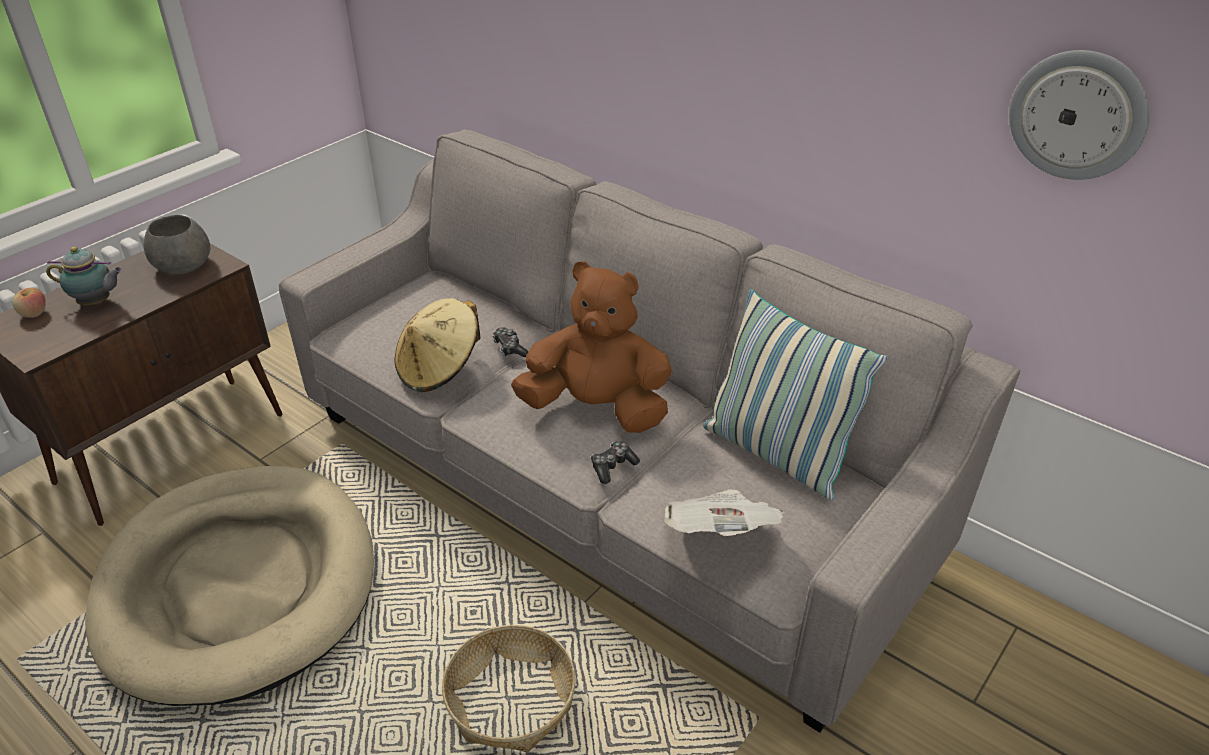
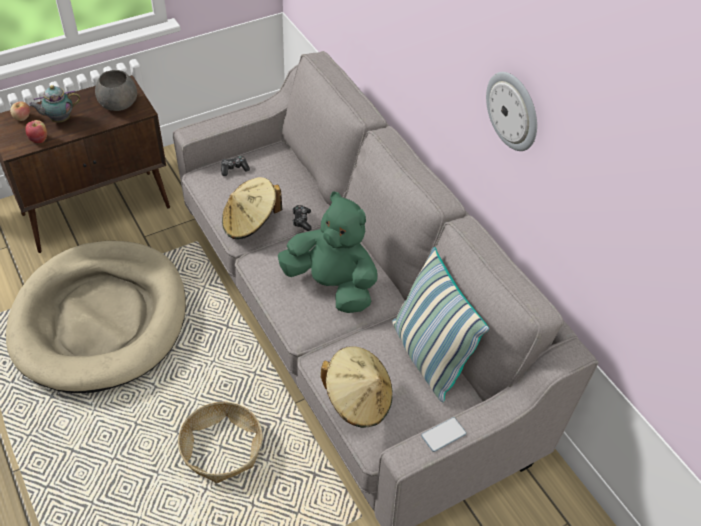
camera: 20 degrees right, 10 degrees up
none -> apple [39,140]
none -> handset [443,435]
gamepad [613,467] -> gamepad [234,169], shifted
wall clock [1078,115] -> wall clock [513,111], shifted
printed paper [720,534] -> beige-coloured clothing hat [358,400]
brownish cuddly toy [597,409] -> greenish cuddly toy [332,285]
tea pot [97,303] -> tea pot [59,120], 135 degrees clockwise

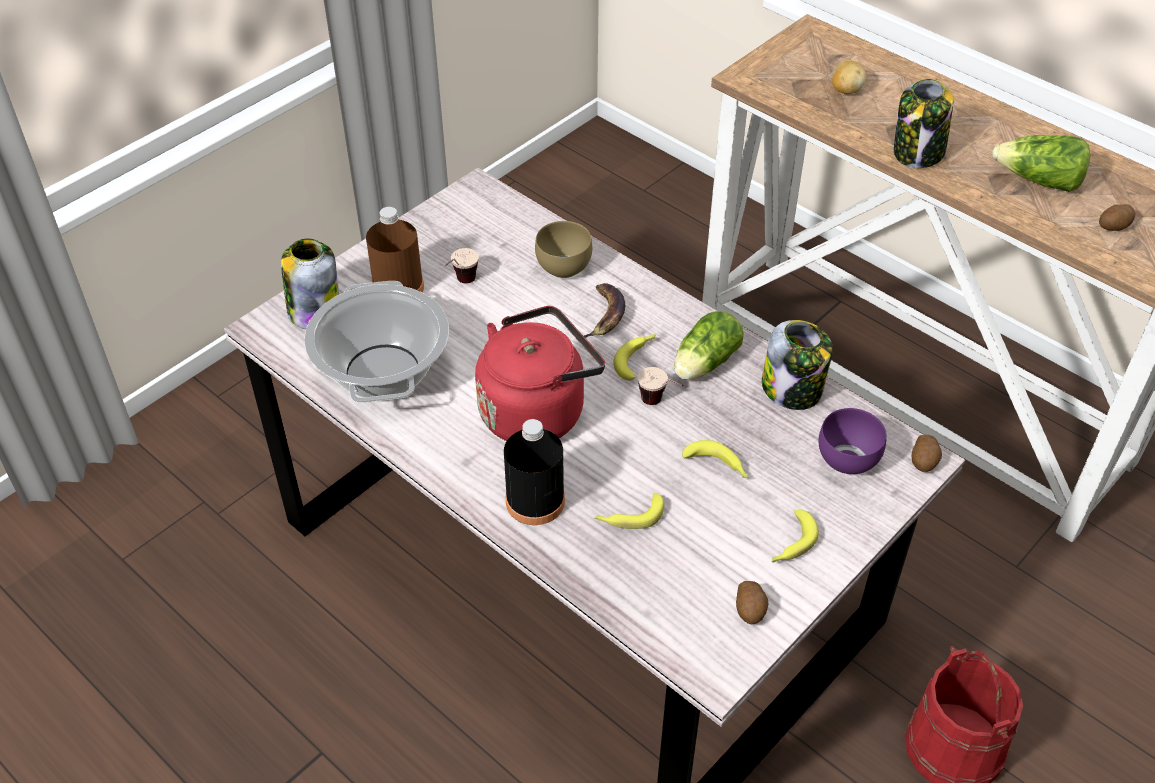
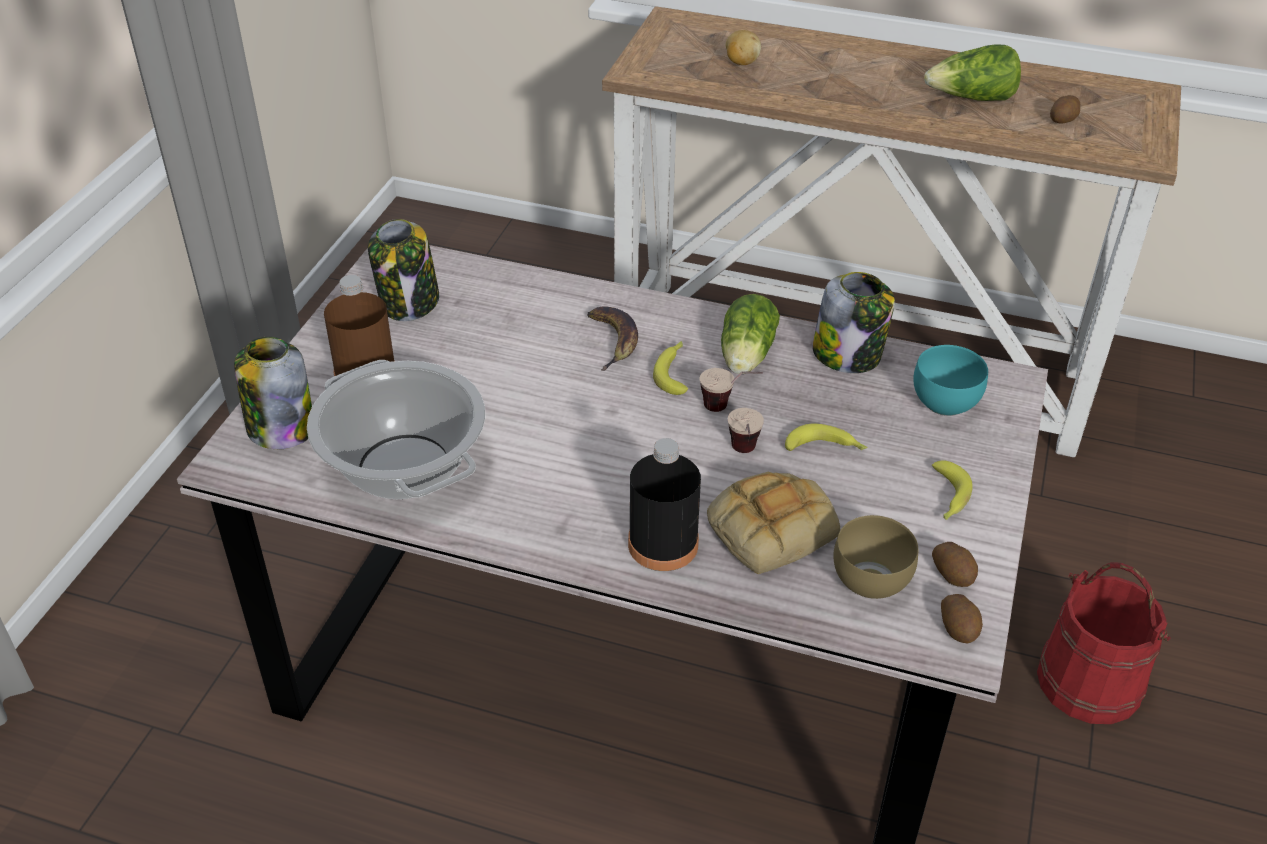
camera: 25 degrees left, 5 degrees down
reddish tea kettle [537,410] -> none
cup [460,284] -> cup [744,455], shifted
brownish serving bowl [563,266] -> brownish serving bowl [868,579], shifted
preserve jar [918,153] -> preserve jar [409,303], shifted
spud [924,461] -> spud [959,628], shifted
whole banana [629,517] -> bread [772,526]
purple serving bowl [846,462] -> turquoise serving bowl [945,405]

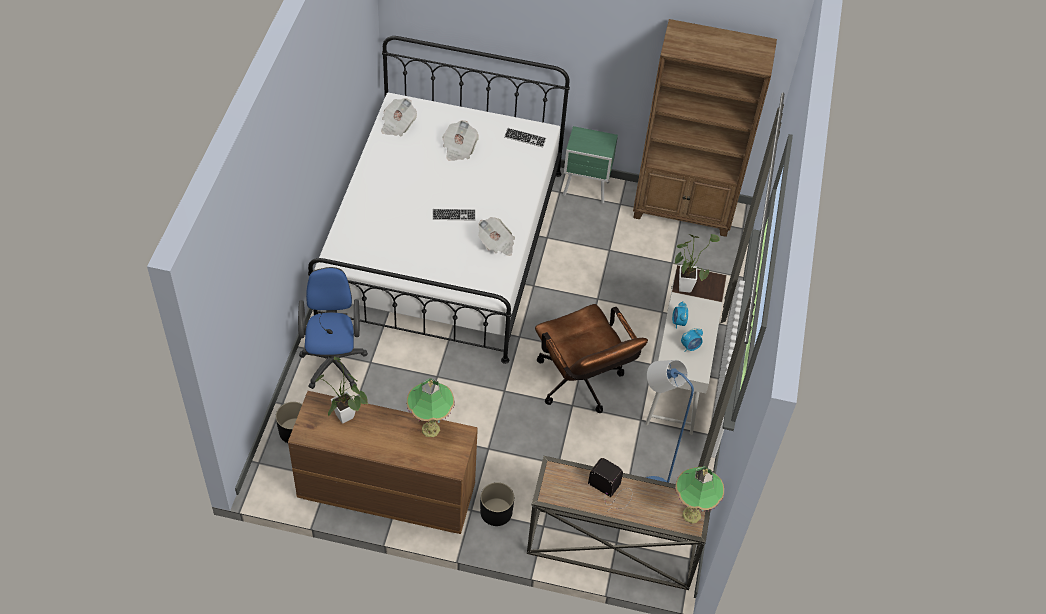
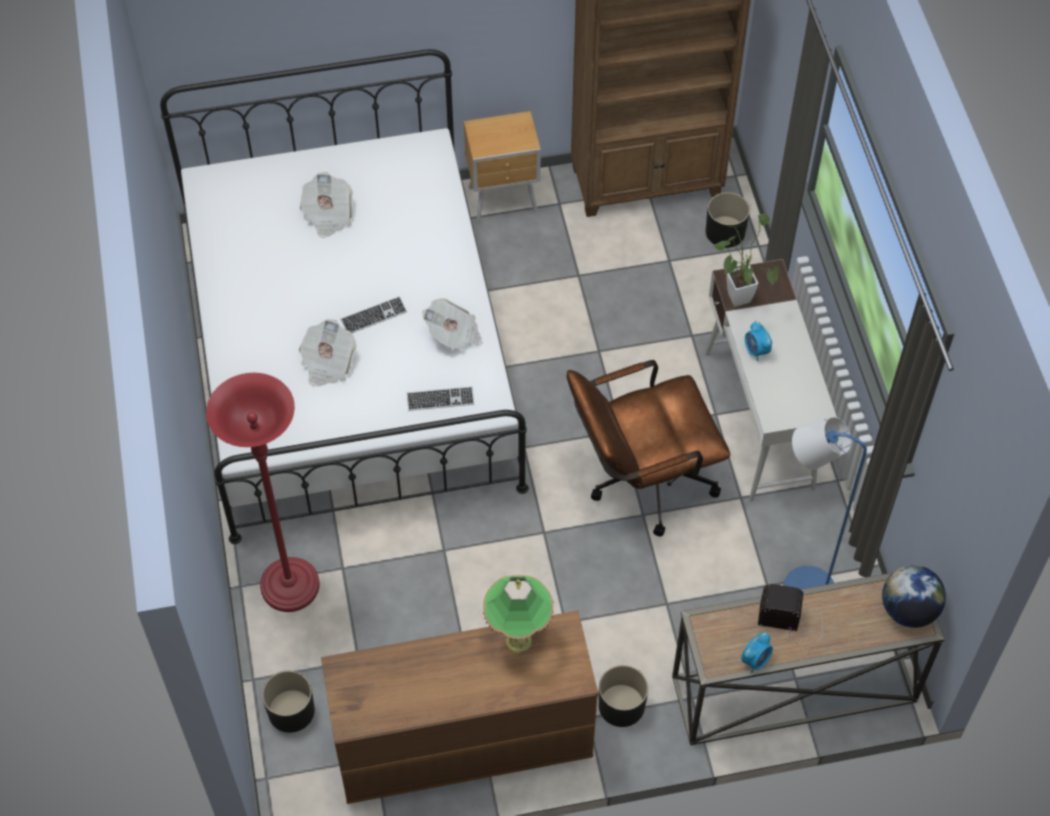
camera: 20 degrees left, 5 degrees up
houseplant [346,419] -> none
none -> black-coloured plant pot [725,231]
printed paper [397,125] -> printed paper [327,363], shifted
computer keyboard [525,138] -> computer keyboard [440,399], shifted
table clock [690,347] -> table clock [755,660], shifted
bluish desk chair [333,360] -> reddish standing lamp [290,586]
tabletop lamp [691,515] -> desk globe [908,610]
greenish nightstand [587,190] -> brownish nightstand [504,200]
brownish desk chair [582,385] -> brownish desk chair [641,482], 120 degrees clockwise

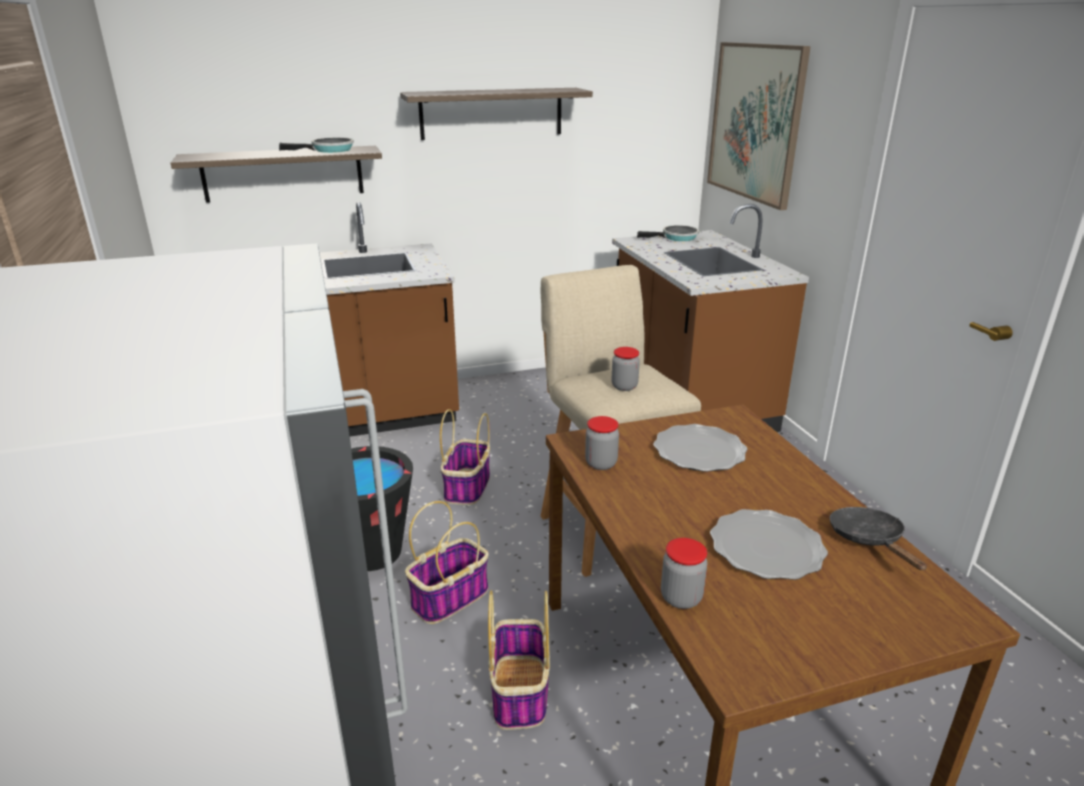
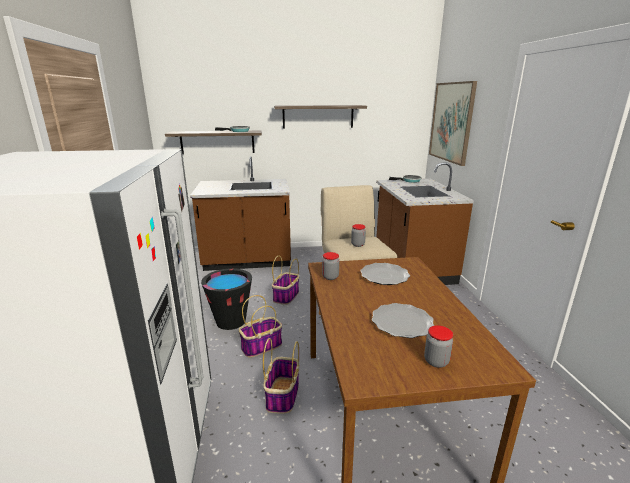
camera: 10 degrees right, 5 degrees down
black-coloured skillet [869,540] -> none
preserve jar [681,598] -> preserve jar [436,361], shifted

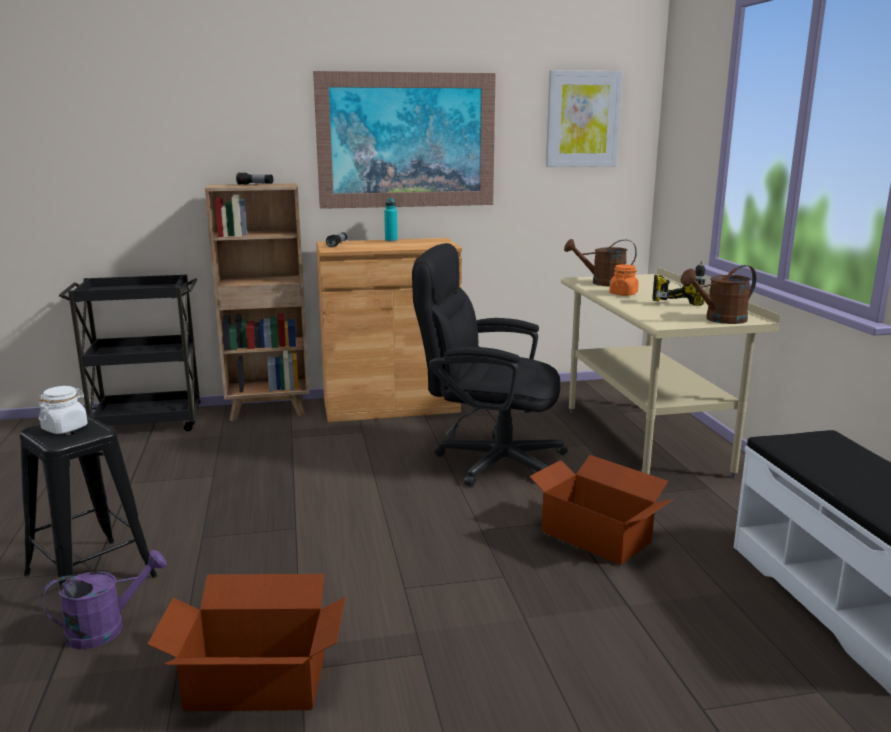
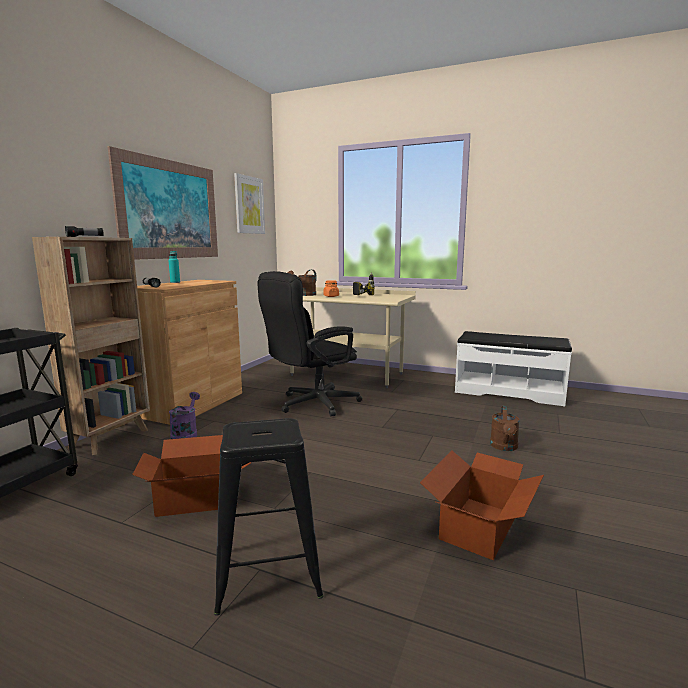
camera: 55 degrees left, 5 degrees down
white-coloured preserve jar [65,428] -> none
purple watering pot [106,628] -> purple watering pot [186,434], shifted
carton [595,536] -> carton [198,498], shifted
brownish watering pot [719,320] -> brownish watering pot [504,447], shifted

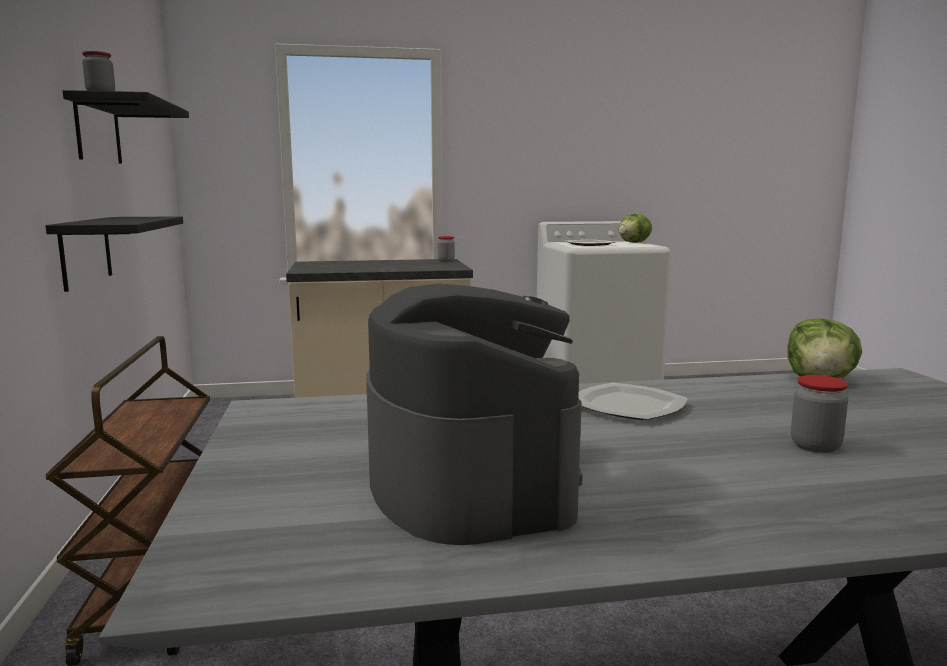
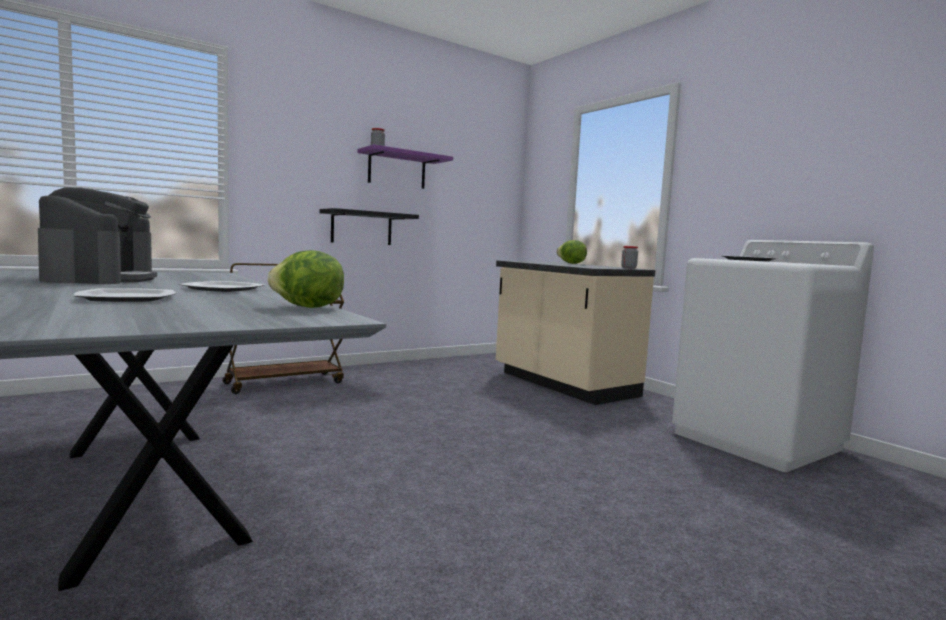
camera: 65 degrees right, 5 degrees down
head of lettuce [634,243] -> head of lettuce [571,263], shifted
preserve jar [815,446] -> dinner plate [126,298]
black-coloured shelf [98,131] -> purple shelf [397,170]
coffee machine [469,482] -> coffee machine [101,279], 60 degrees counterclockwise

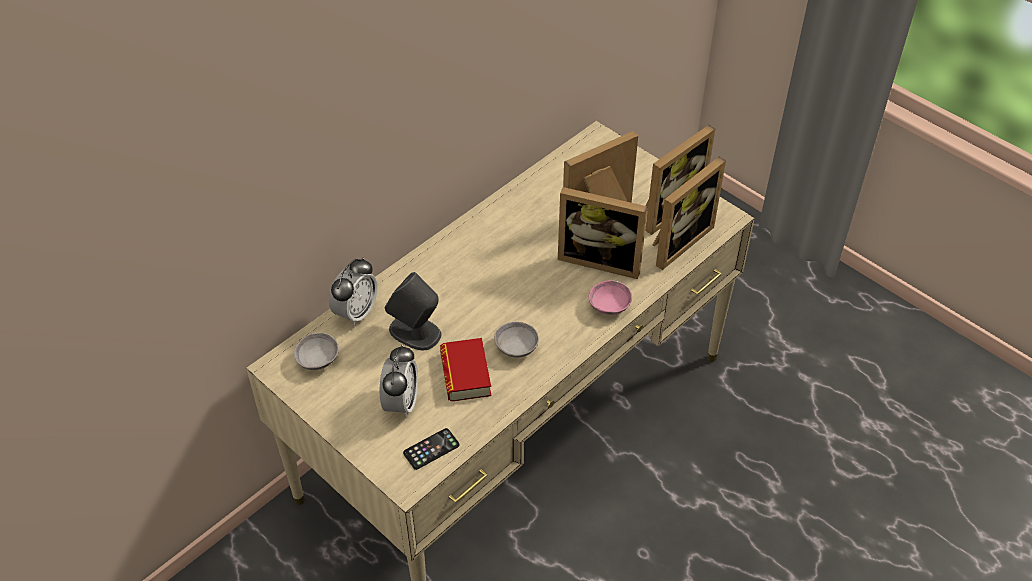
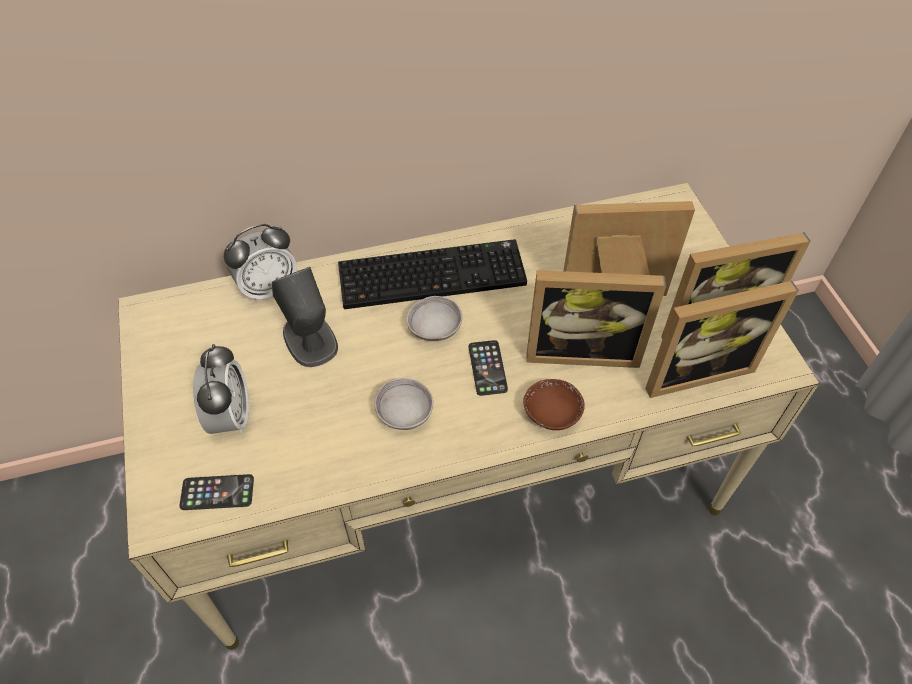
camera: 30 degrees right, 5 degrees up
book [465,374] -> none
none -> computer keyboard [433,273]
none -> handset [487,368]
greyish serving bowl [318,360] -> greyish serving bowl [435,329], shifted
pink-coloured serving bowl [609,306] -> brownish serving bowl [552,414]
table clock [401,403] -> table clock [231,417], 45 degrees counterclockwise
standing frame [601,259] -> standing frame [582,349], 45 degrees counterclockwise

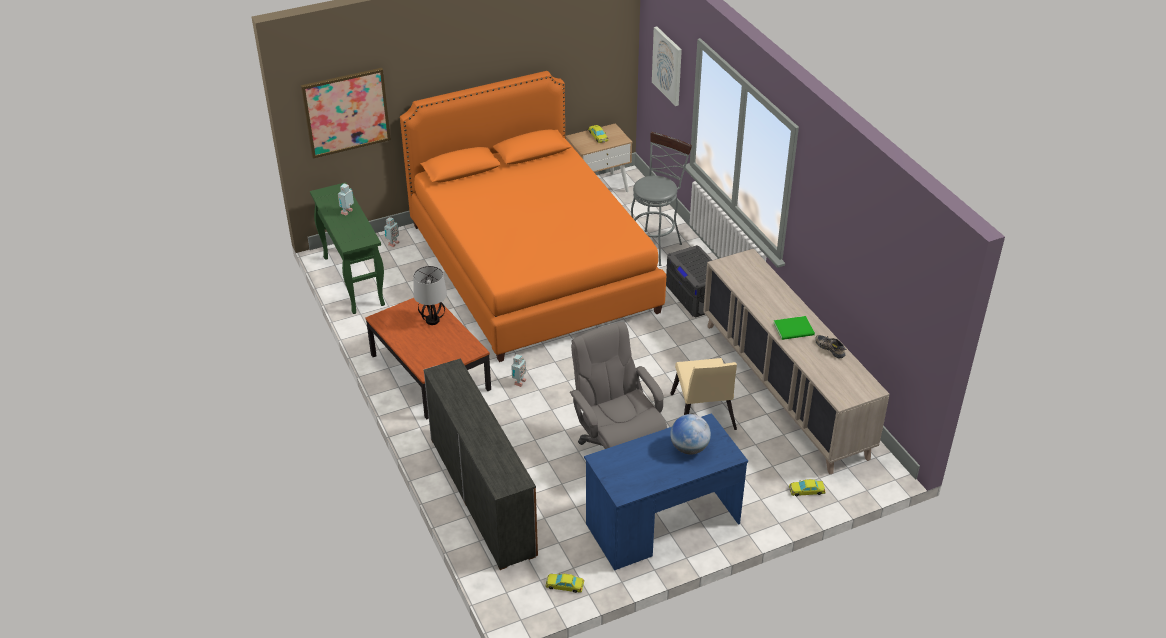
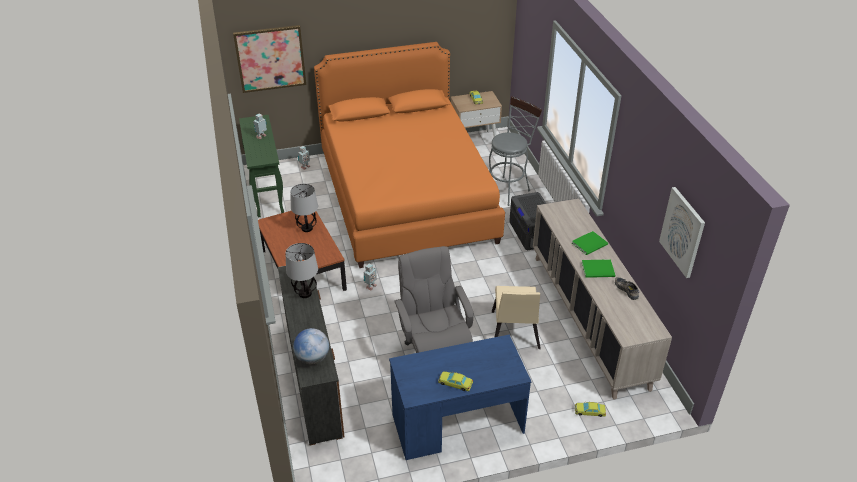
camera: 10 degrees right, 0 degrees up
none -> tabletop lamp [305,294]
none -> greenish book [590,244]
yellow toy car [564,585] -> yellow toy car [455,383], shifted
picture [667,65] -> picture [682,232], shifted
desk globe [689,448] -> desk globe [313,358], shifted

